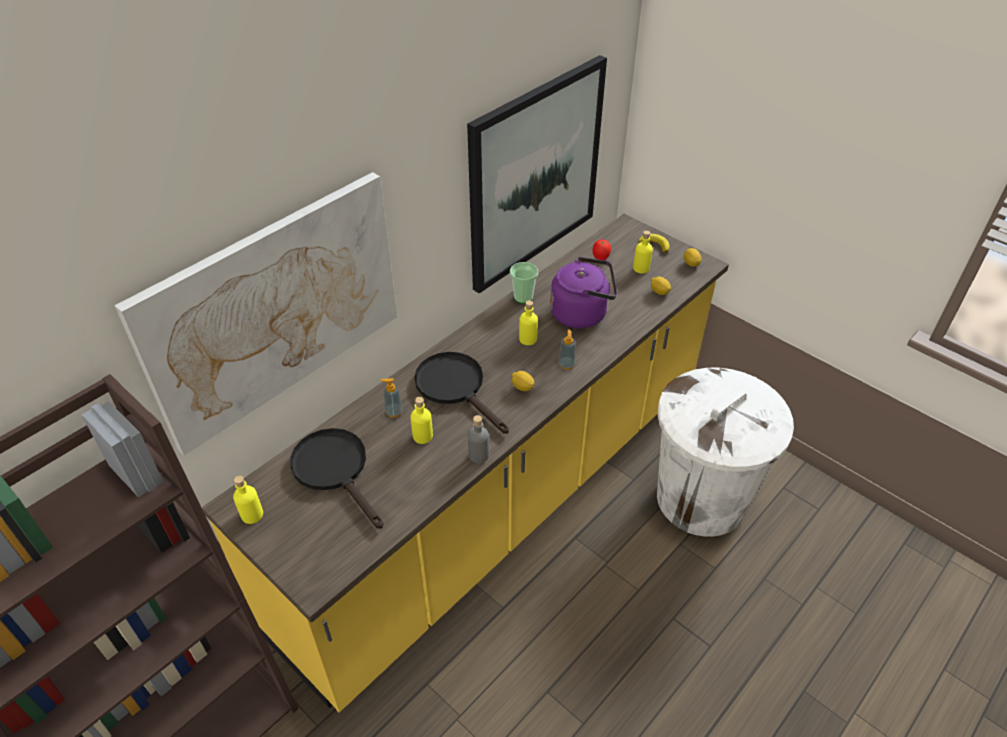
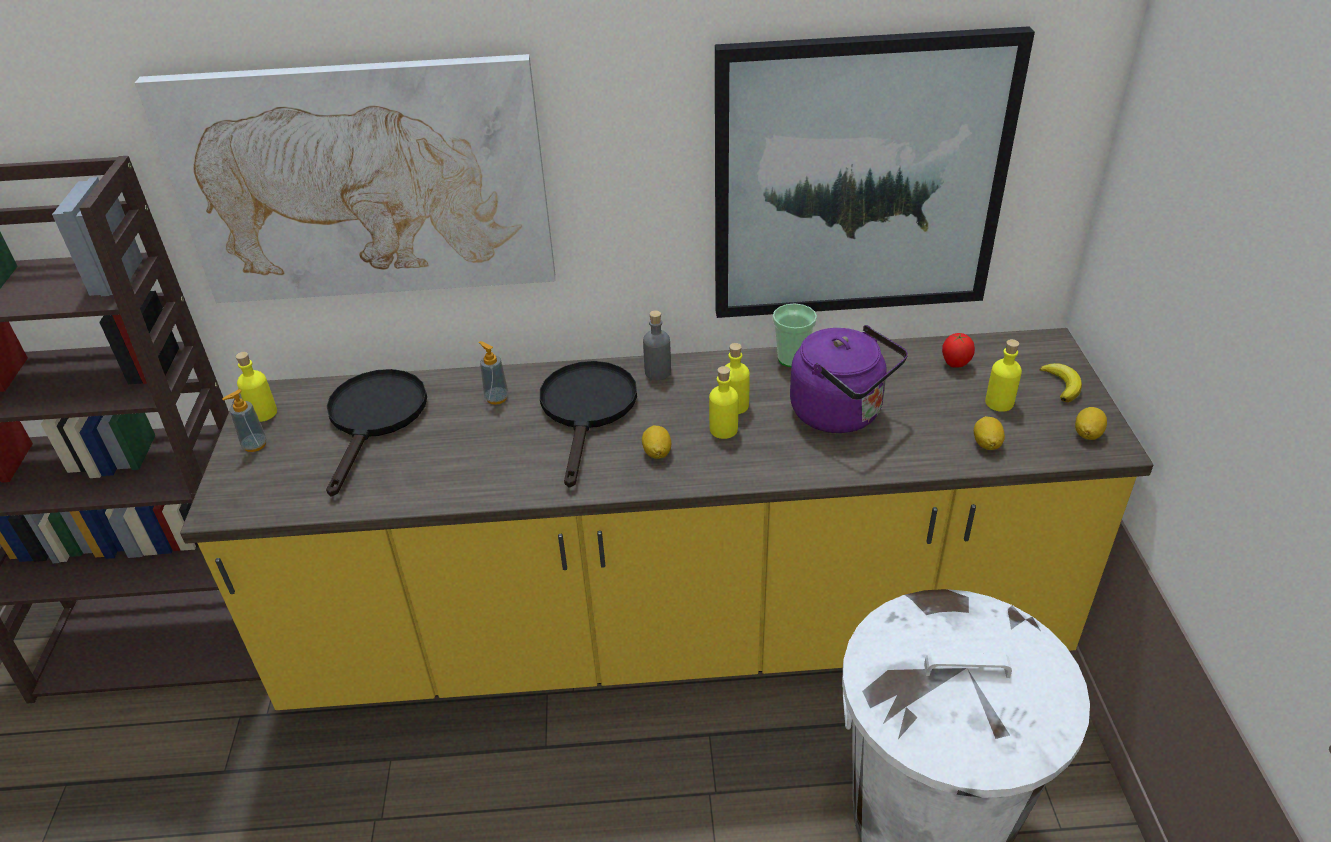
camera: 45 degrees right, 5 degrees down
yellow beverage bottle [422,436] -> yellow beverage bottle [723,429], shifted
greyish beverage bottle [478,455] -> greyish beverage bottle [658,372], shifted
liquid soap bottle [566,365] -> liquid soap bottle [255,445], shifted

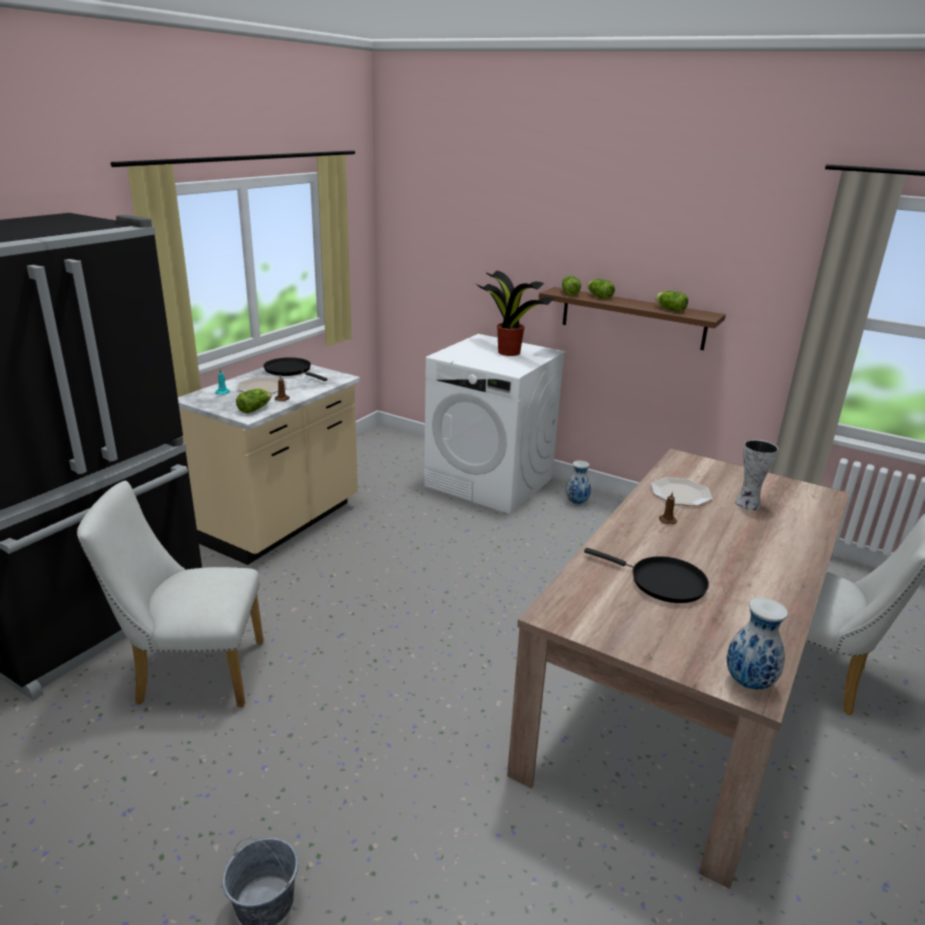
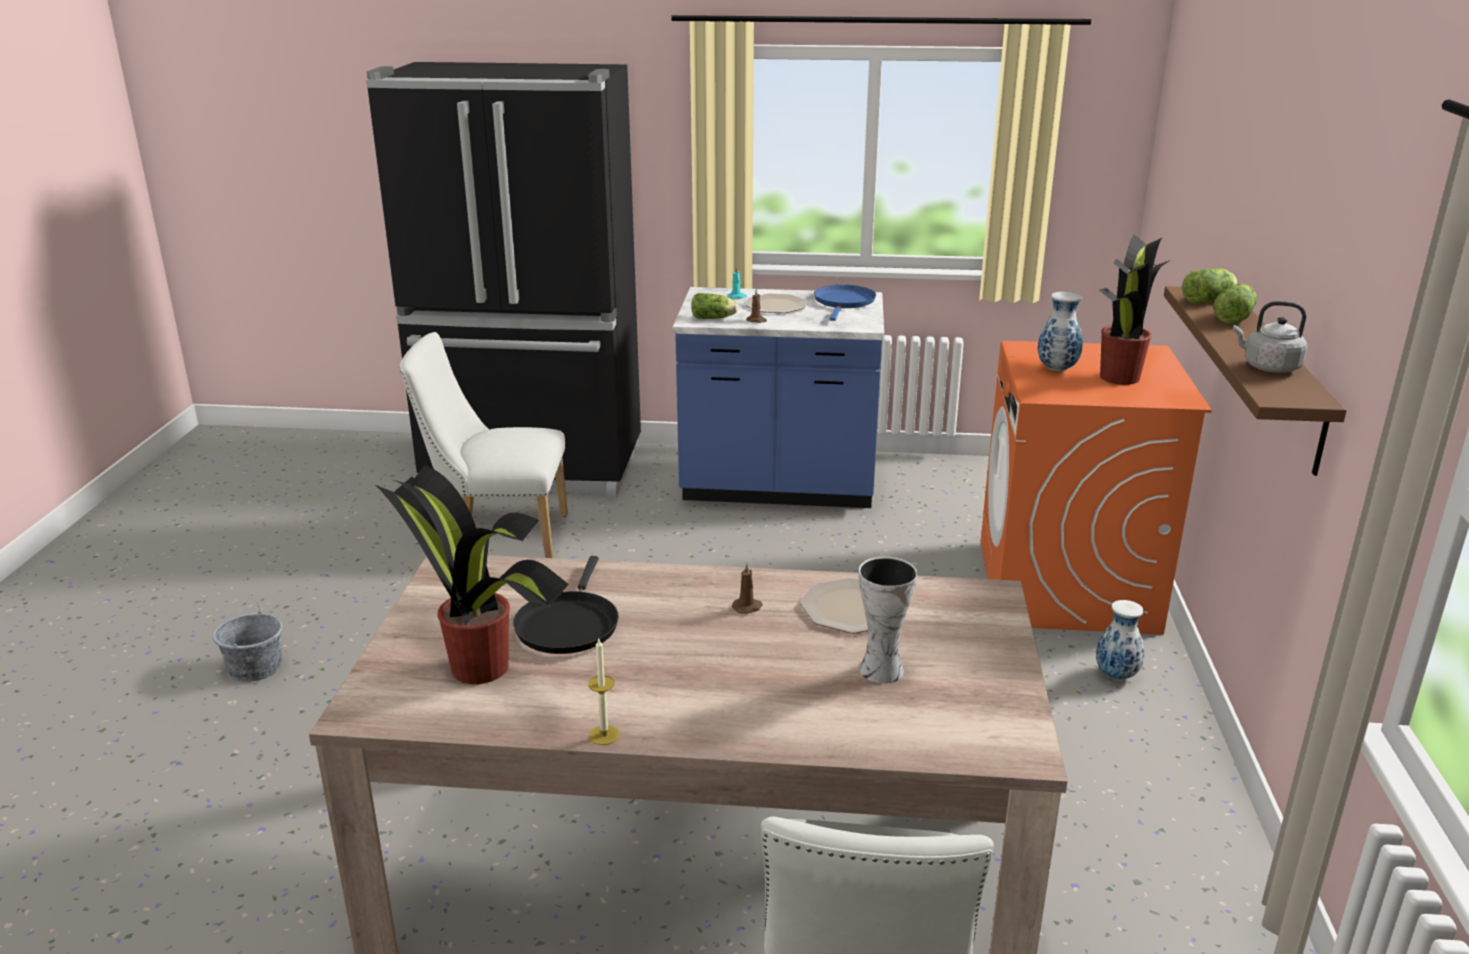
camera: 65 degrees right, 0 degrees up
none -> houseplant [482,669]
none -> wax candle [604,735]
decorative vase [748,683] -> decorative vase [1056,369], shifted
head of lettuce [669,309] -> greyish tea kettle [1268,367]
beige-coloured kitchen base unit [281,523] -> bluish kitchen base unit [778,488]
black-coloured skillet [290,371] -> bluish skillet [844,302]
white-coloured laundry machine [490,482] -> orange-coloured laundry machine [1066,586]
white-coloured chair [191,673] -> white-coloured chair [496,537], 60 degrees counterclockwise

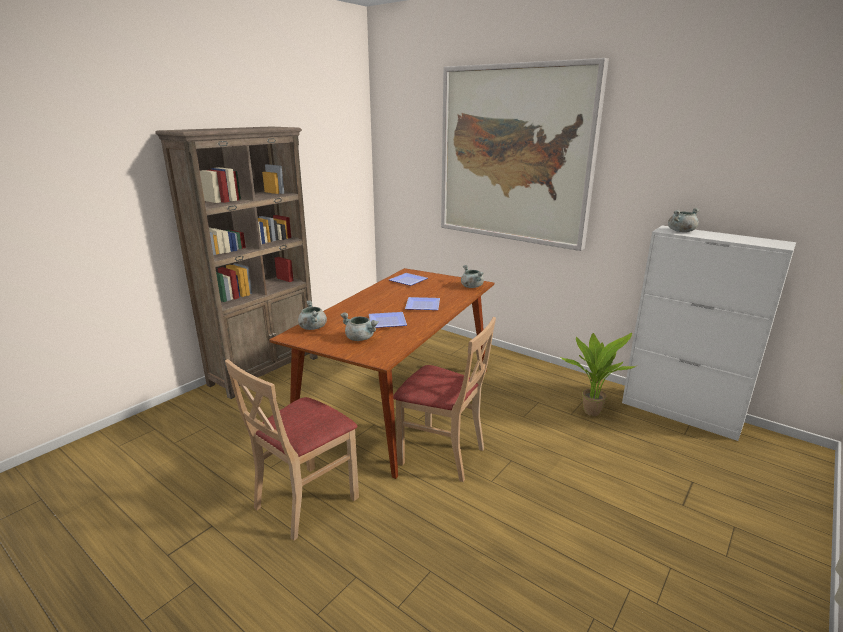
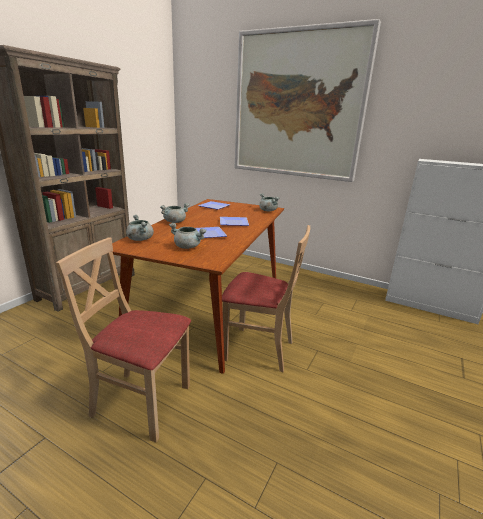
camera: 10 degrees left, 0 degrees up
houseplant [590,411] -> none
greyish saucepot [681,231] -> greyish saucepot [174,222], shifted
beige-coloured chair [305,501] -> beige-coloured chair [141,402], 75 degrees clockwise

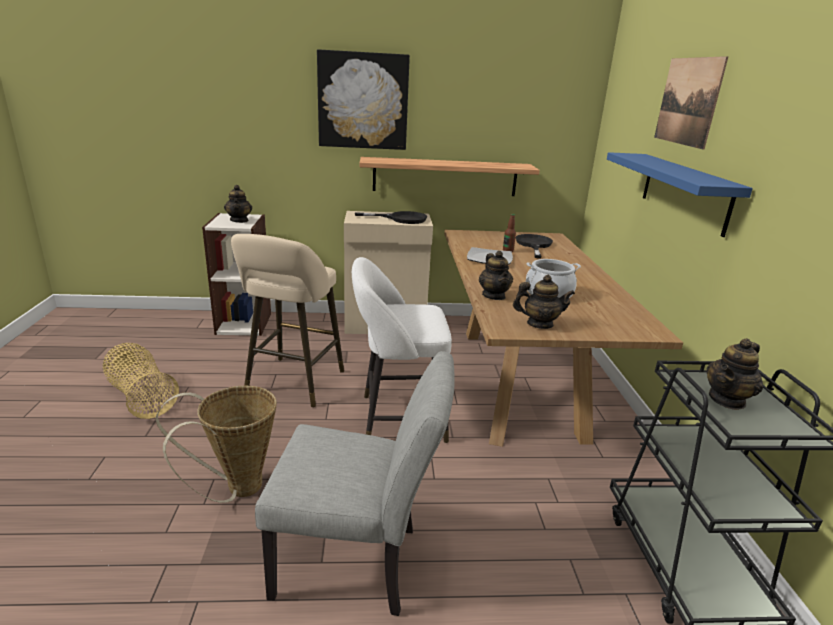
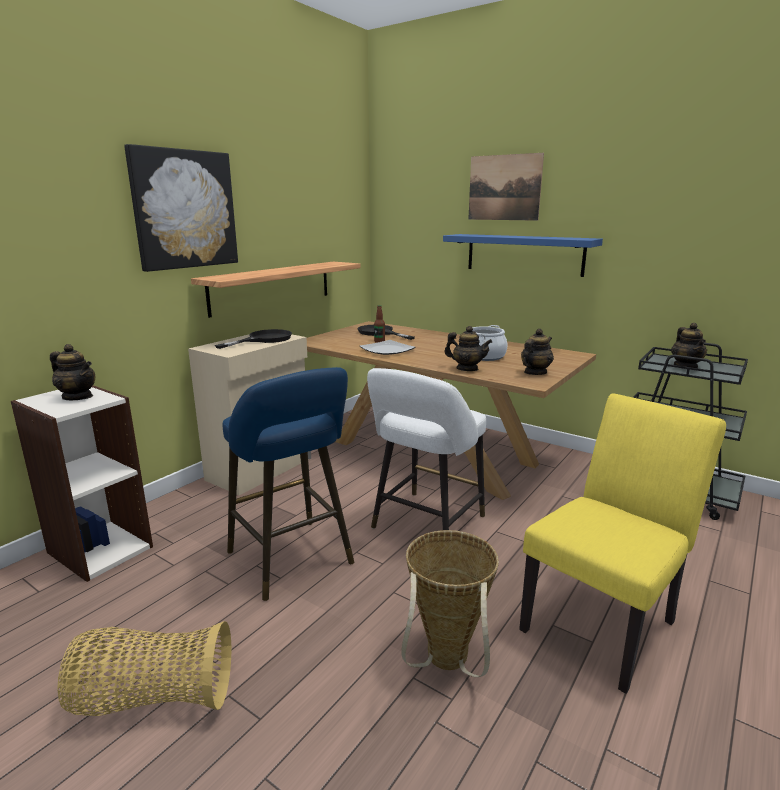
camera: 50 degrees left, 5 degrees down
beige-coloured sitting stool [293,384] -> bluish sitting stool [293,561]
greyish chair [358,563] -> yellow chair [605,620]

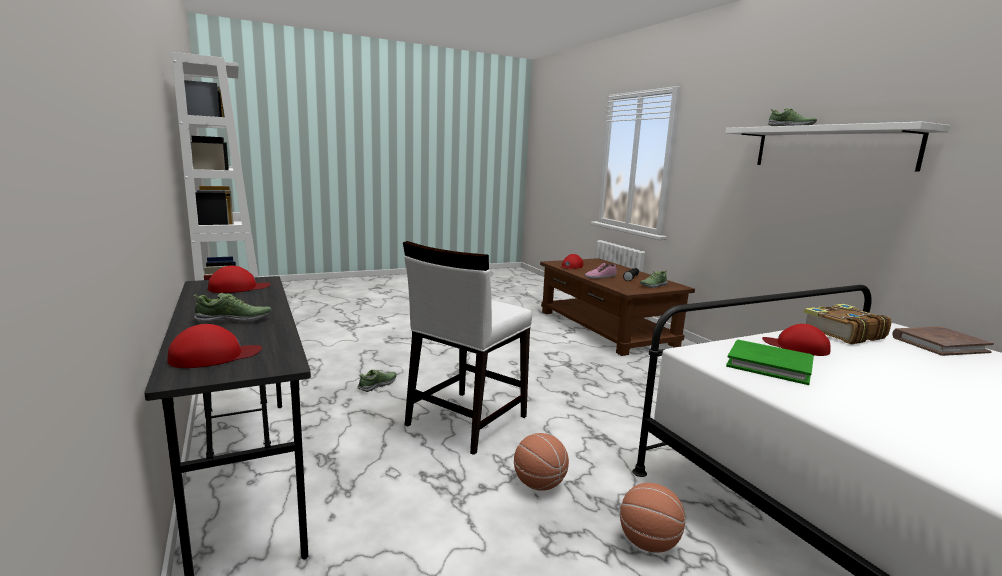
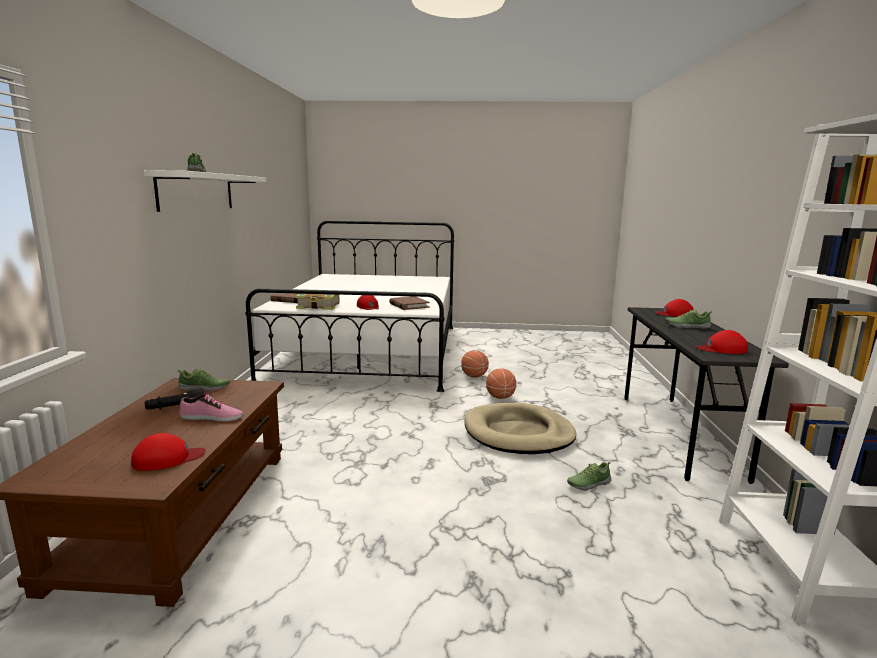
camera: 150 degrees left, 0 degrees up
white-coloured chair [465,421] -> beige-coloured pet bed [518,433]
greenish book [769,365] -> brownish book [408,305]

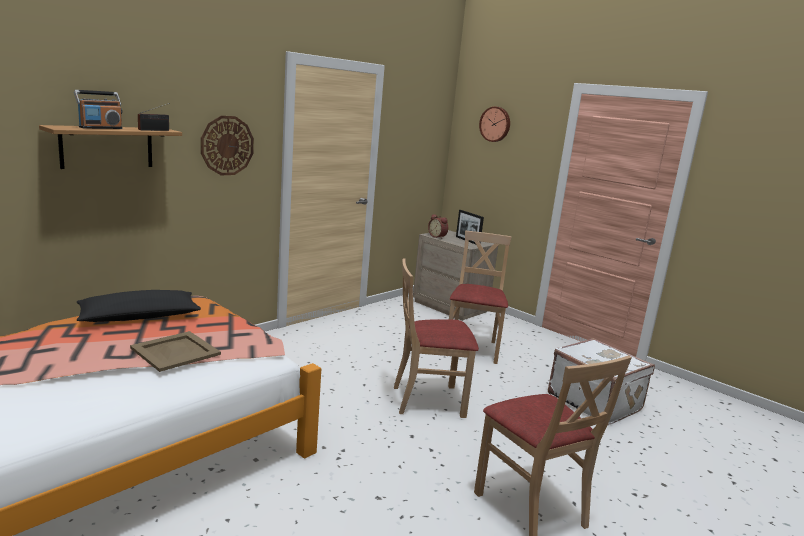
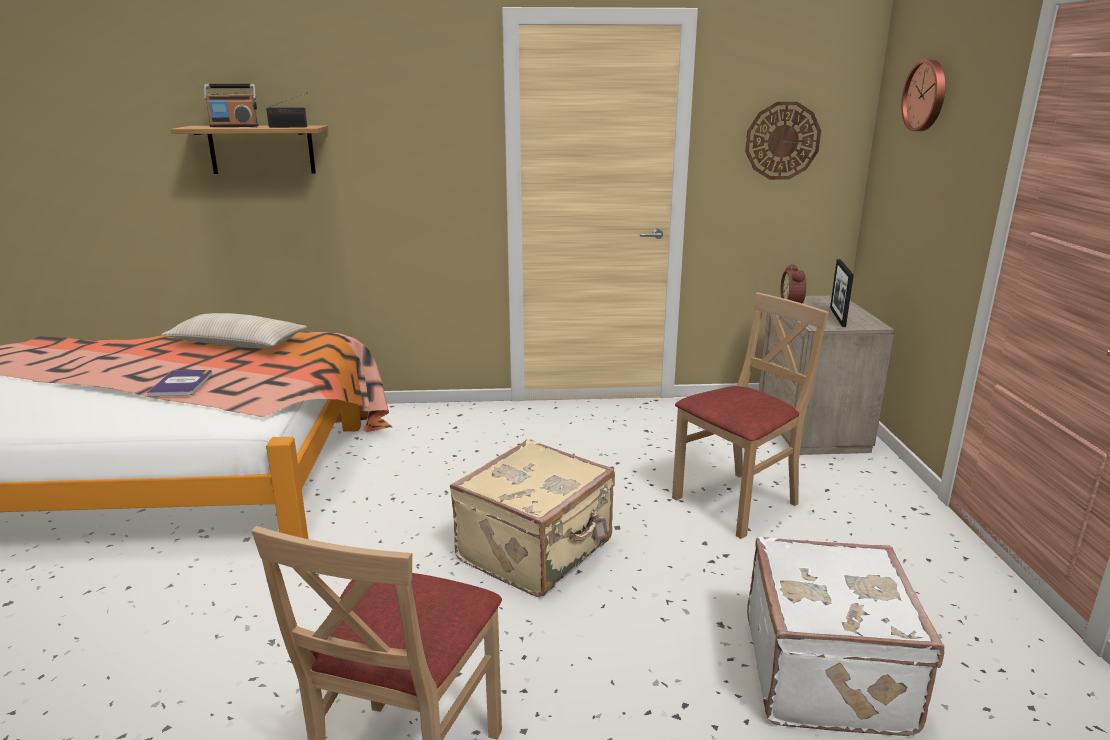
camera: 45 degrees right, 5 degrees up
wall clock [227,145] -> wall clock [782,141], shifted
beige-coloured tray [176,351] -> book [182,384]
beige-coloured chair [428,400] -> beige-coloured piece of luggage [537,551]
black-coloured cushion [139,317] -> beige-coloured cushion [237,344]

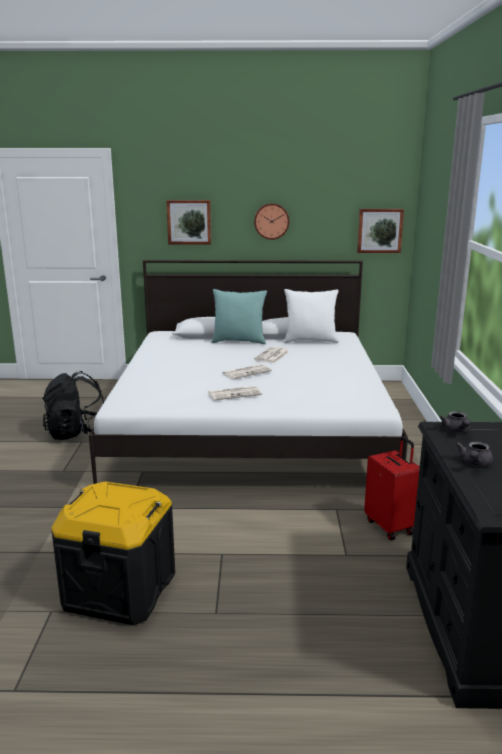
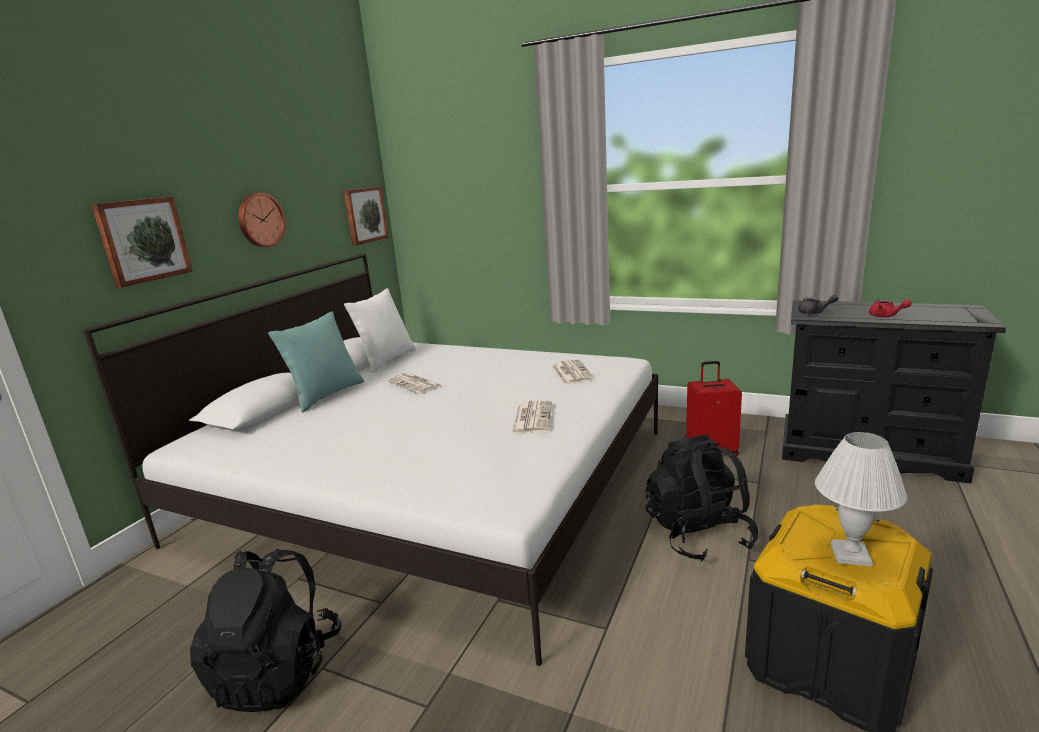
camera: 65 degrees left, 0 degrees up
none -> black-coloured rucksack [698,534]
none -> white-coloured tabletop lamp [849,555]
printed paper [247,372] -> printed paper [571,372], shifted
greyish tea pot [474,463] -> reddish tea pot [886,316]

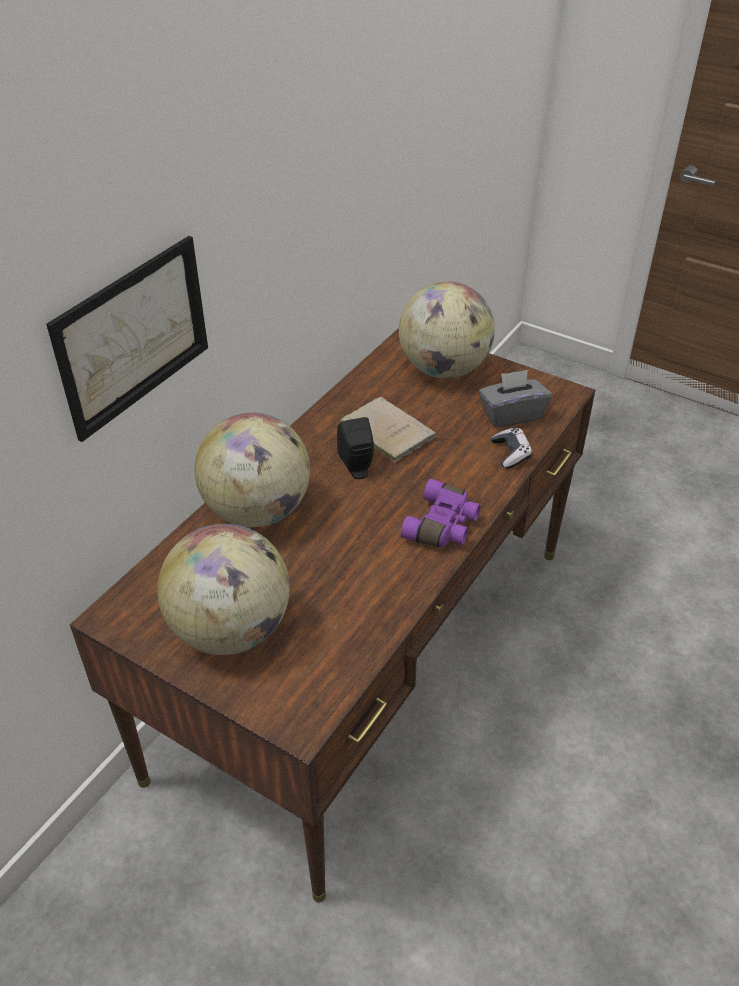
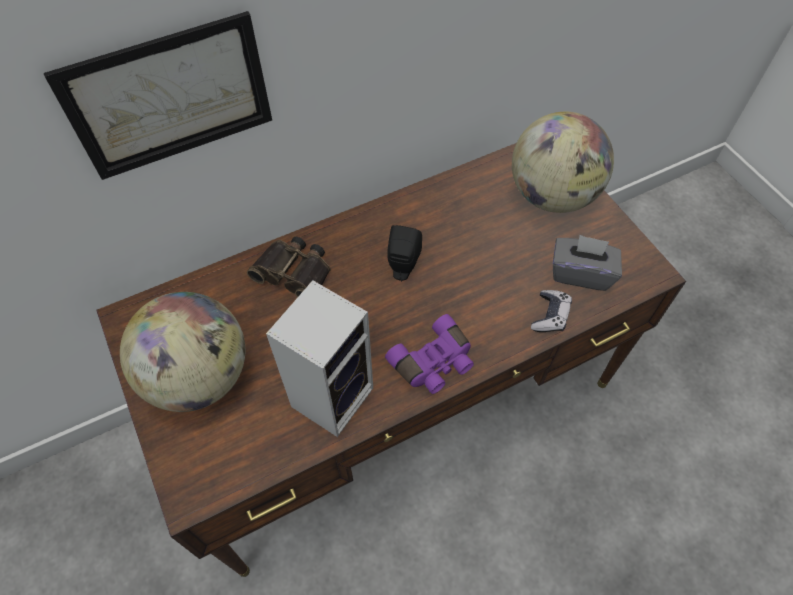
camera: 30 degrees right, 15 degrees up
beige-coloured book [385,430] -> none
none -> audio speaker [333,394]
desk globe [257,511] -> pair of binoculars [295,272]

